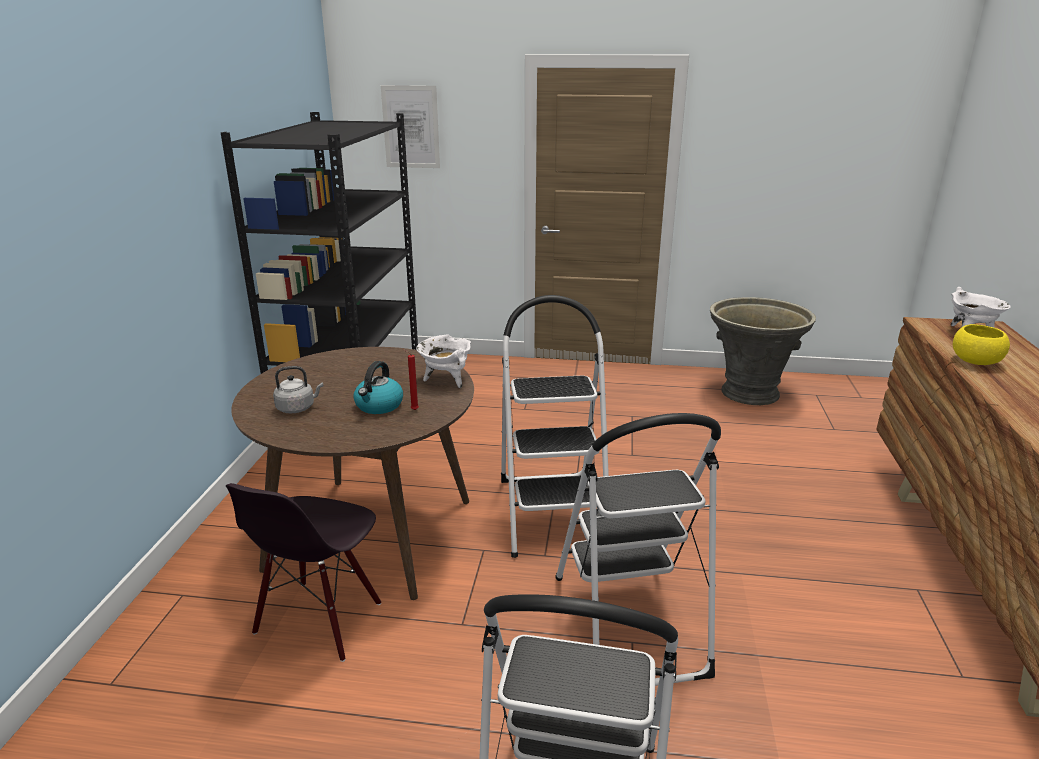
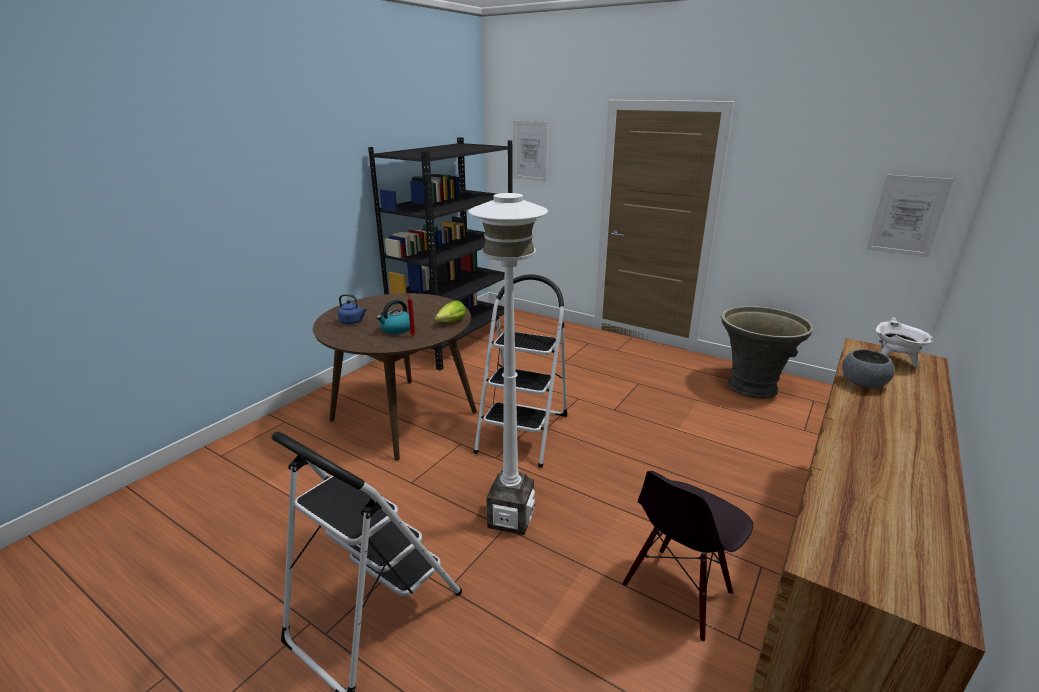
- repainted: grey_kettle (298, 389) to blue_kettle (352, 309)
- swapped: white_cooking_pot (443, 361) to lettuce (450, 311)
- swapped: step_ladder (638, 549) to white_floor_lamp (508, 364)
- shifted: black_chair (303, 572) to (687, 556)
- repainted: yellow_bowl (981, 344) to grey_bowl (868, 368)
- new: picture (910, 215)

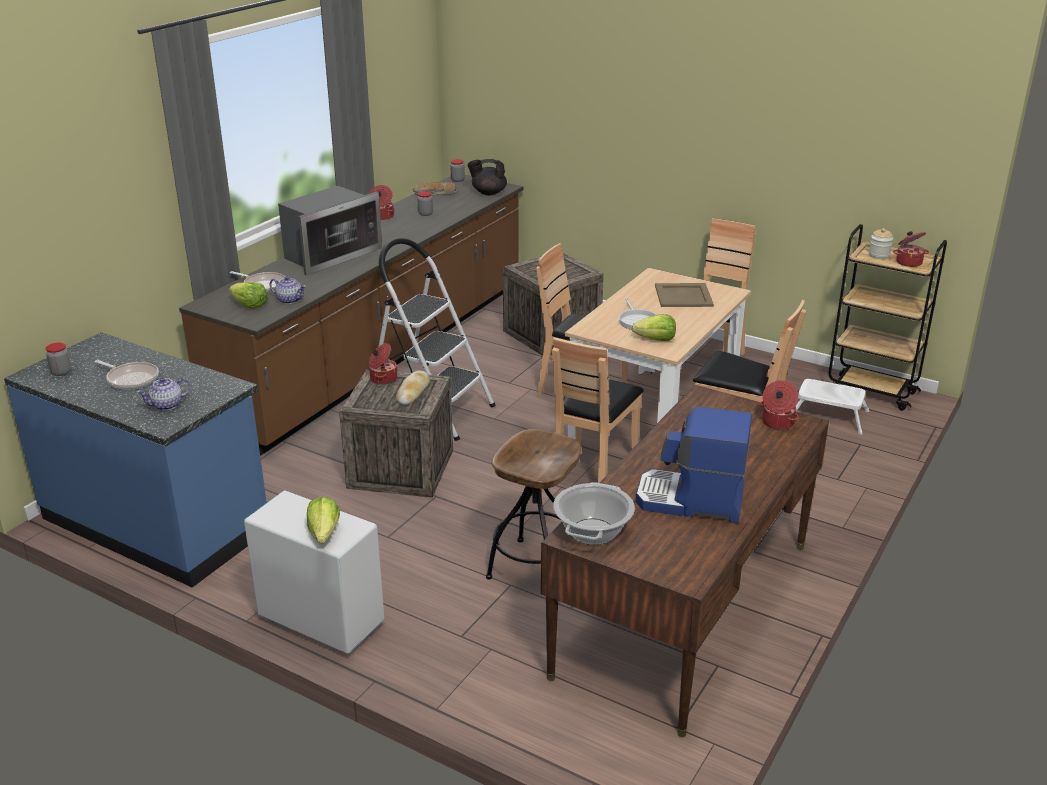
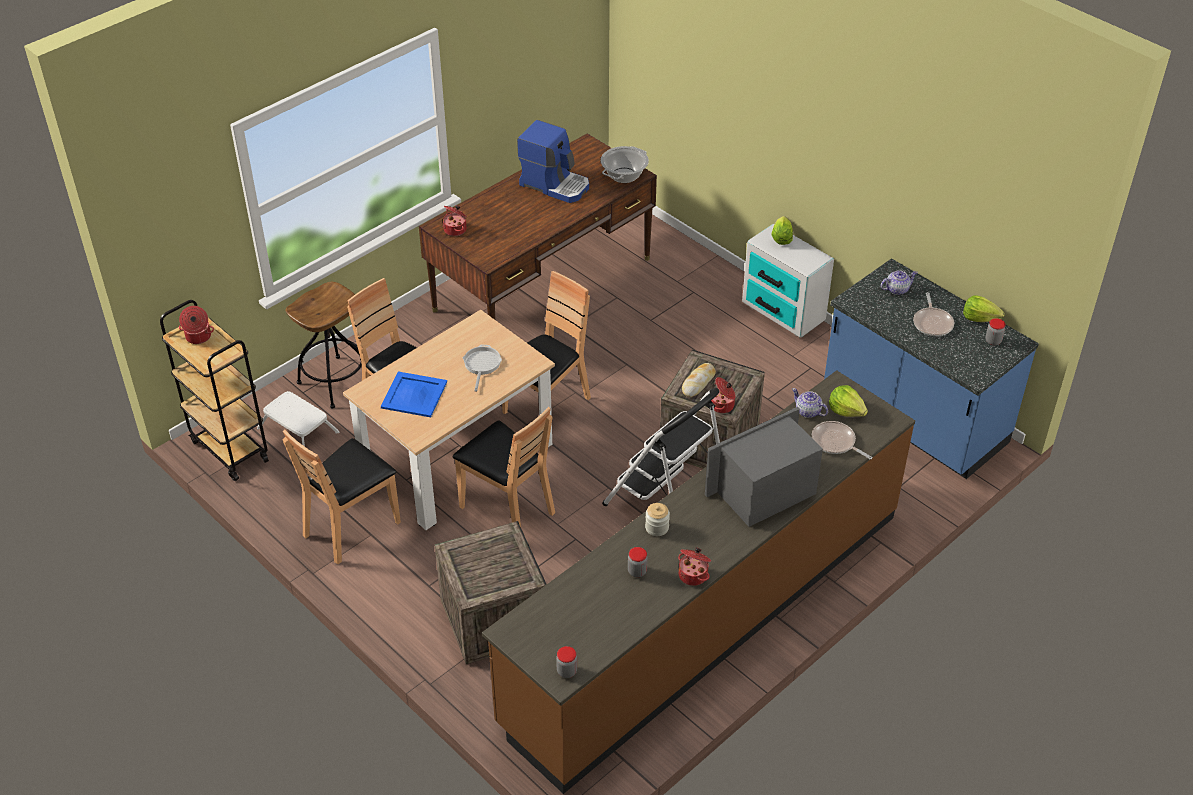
- shifted: brown_stool (533, 504) to (328, 345)
- repainted: beige_tray (684, 295) to blue_tray (414, 394)
- shifted: jar (881, 243) to (657, 519)
- rotated: frying_pan (126, 375) = (933, 314) 135 degrees counterclockwise
- shifted: lettuce (654, 327) to (983, 308)
- gone: bread (435, 189)
- gone: black_teapot (487, 177)

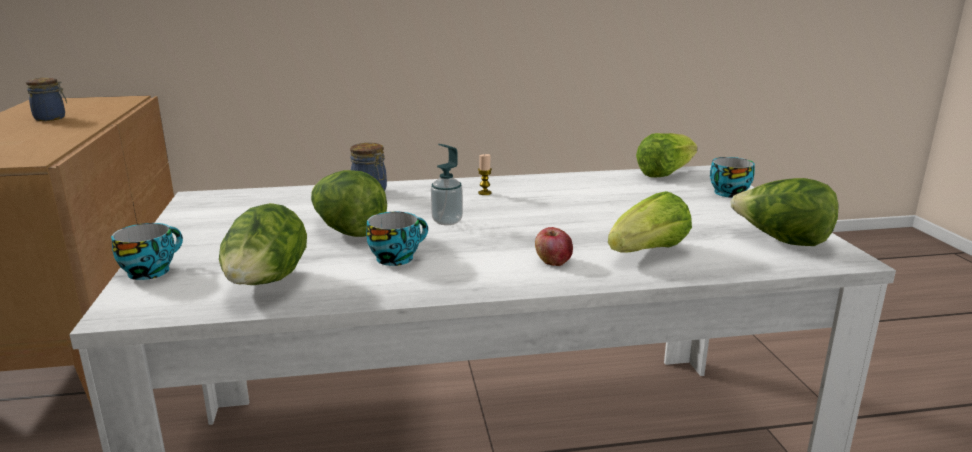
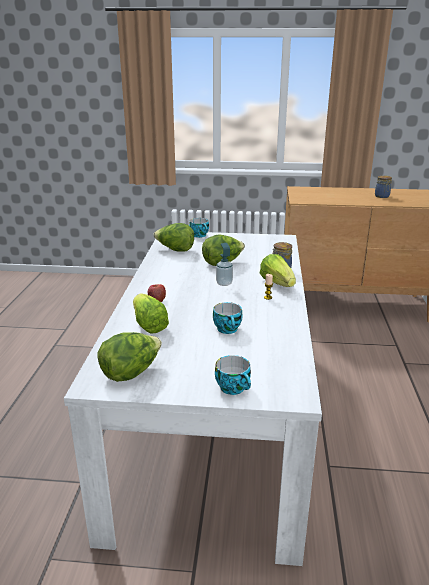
- shifted: cup (397, 239) to (228, 318)
- shifted: lettuce (666, 155) to (278, 270)

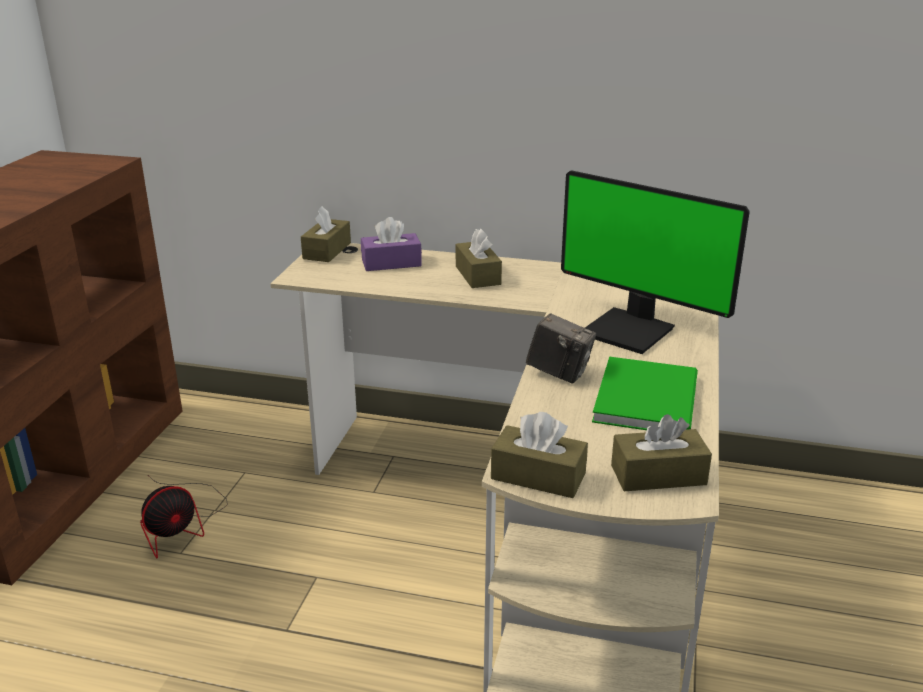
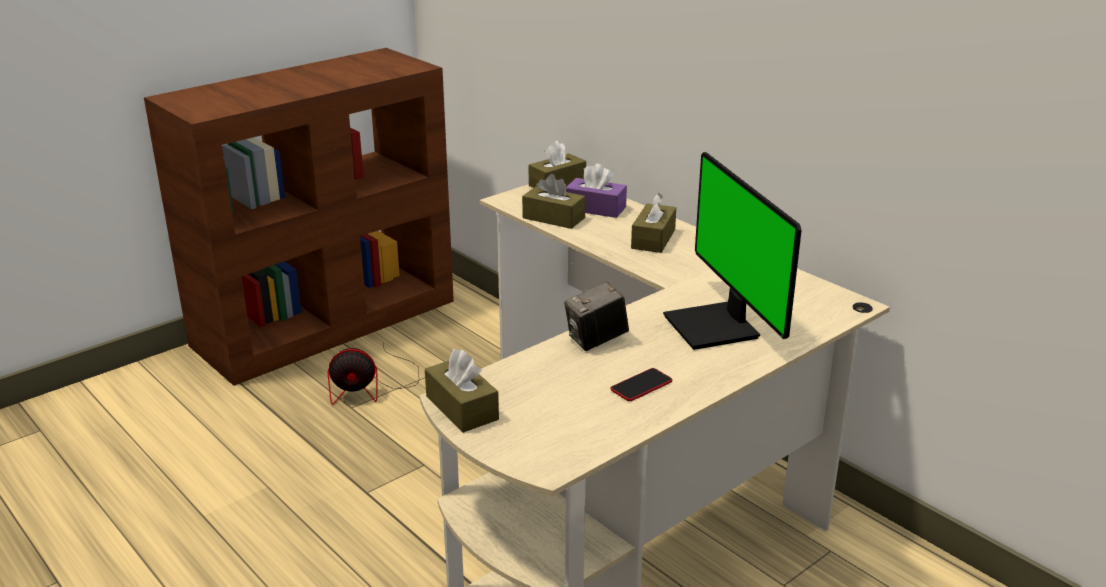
- shifted: brown_tissue_box (661, 452) to (553, 201)
- rotated: photo_camera (561, 348) = (596, 316) 90 degrees clockwise
- swapped: green_book (645, 393) to phone (641, 384)

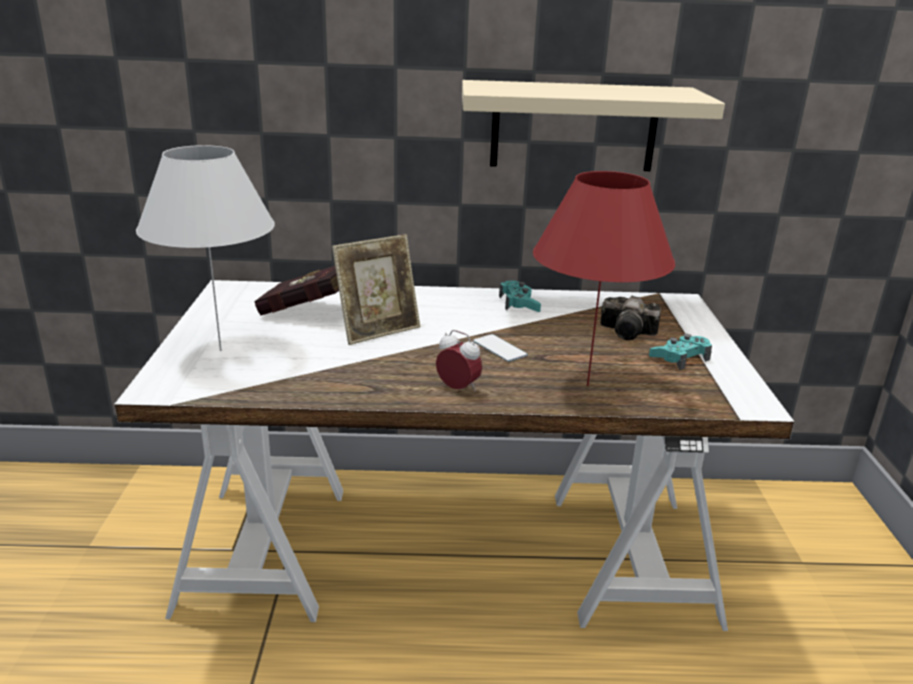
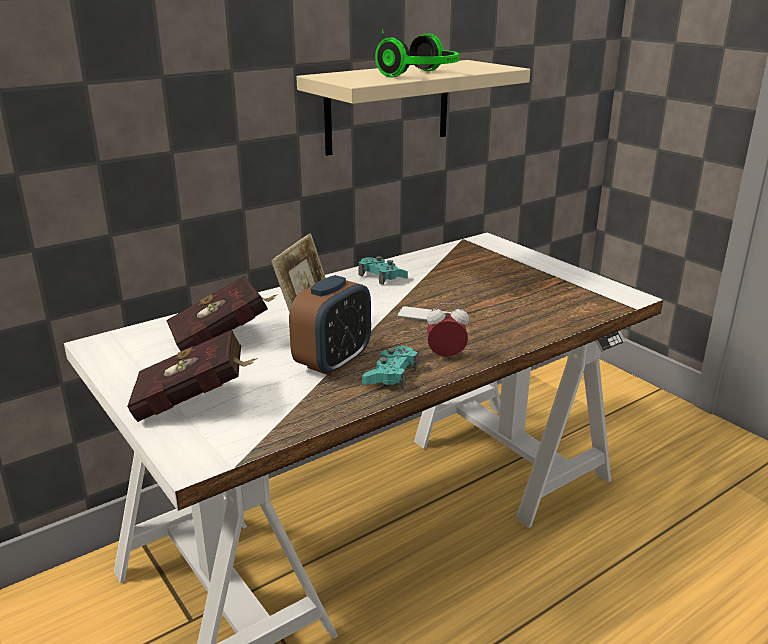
- swapped: white_table_lamp (205, 248) to red_book (192, 376)
- new: alarm_clock (330, 325)
- shifted: turquoise_game_controller (680, 352) to (390, 368)
- new: headphones (417, 53)
- gone: red_table_lamp (604, 278)
- gone: photo_camera (631, 317)

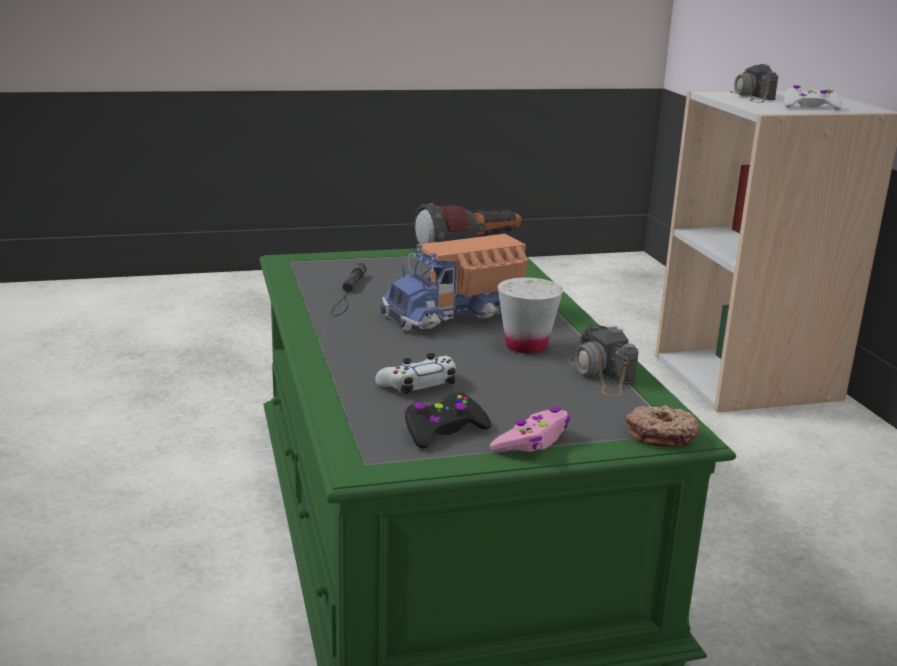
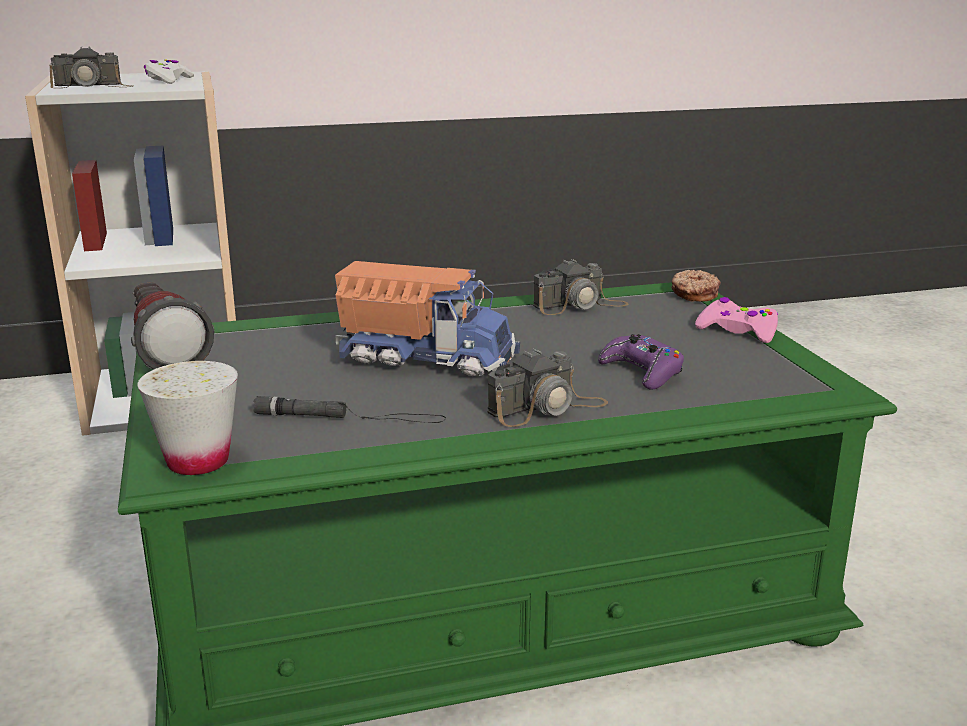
- shifted: white_cup (530, 315) to (187, 418)
- rotated: toy_truck (454, 282) = (427, 318) 45 degrees counterclockwise
- new: photo_camera (548, 387)
- repainted: white_game_controller (415, 373) to purple_game_controller (641, 362)
- gone: black_game_controller (447, 420)

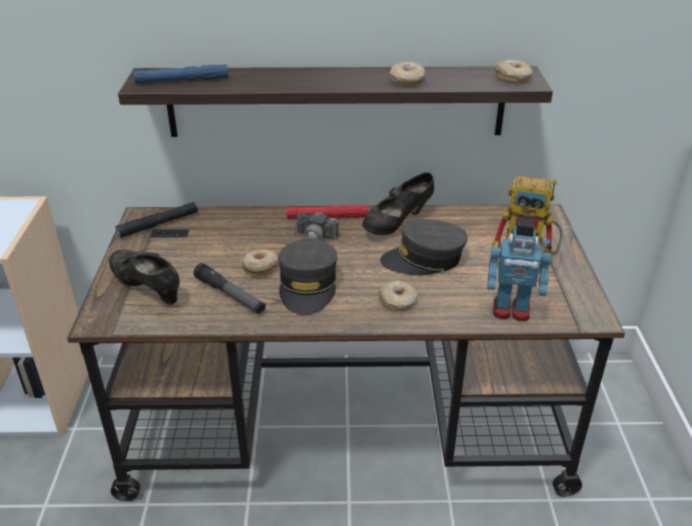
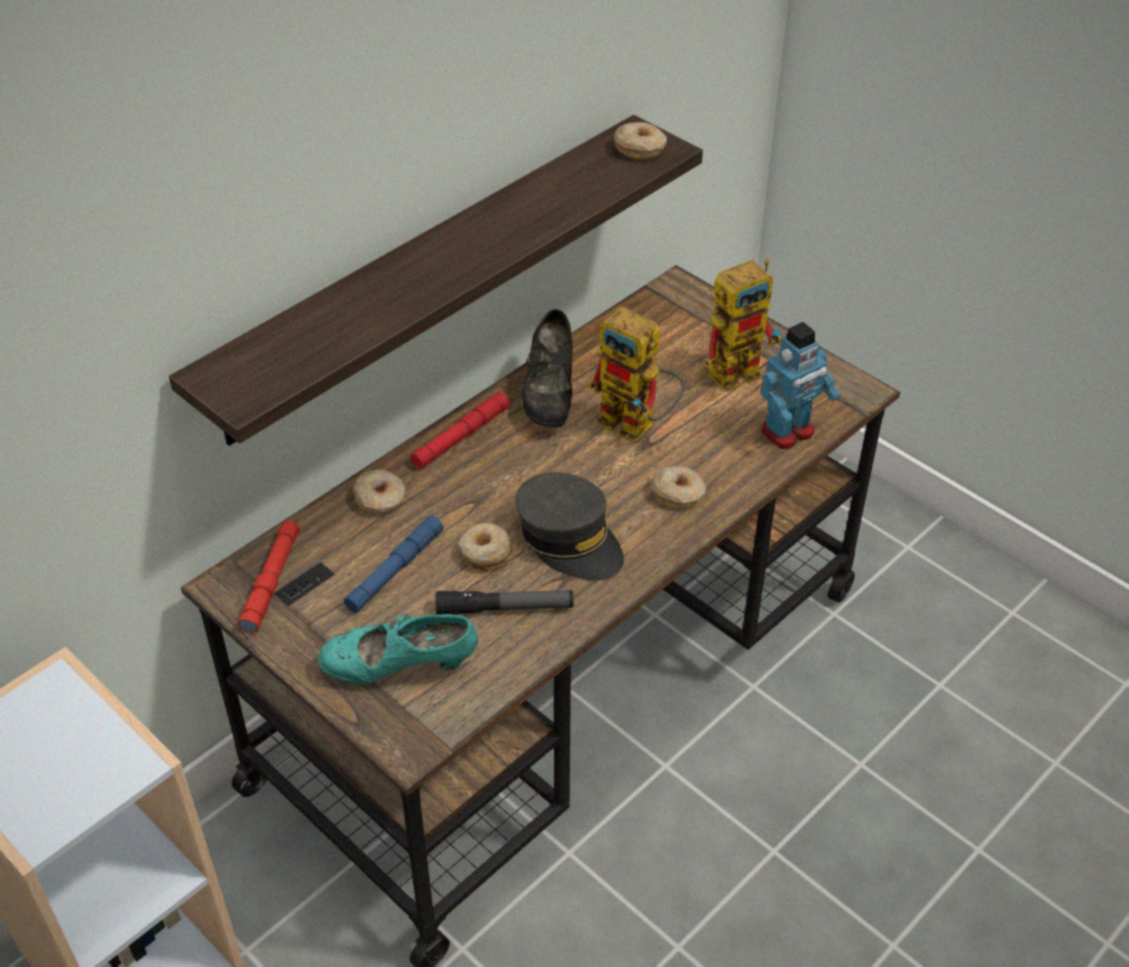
- repainted: black_flashlight (156, 220) to red_flashlight (269, 576)
- repainted: black_shoe (144, 277) to turquoise_shoe (398, 648)
- shifted: blue_flashlight (181, 74) to (393, 564)
- shifted: donut (408, 74) to (379, 491)
- swapped: grey_cap (424, 247) to toy_robot (636, 374)
- gone: photo_camera (317, 230)

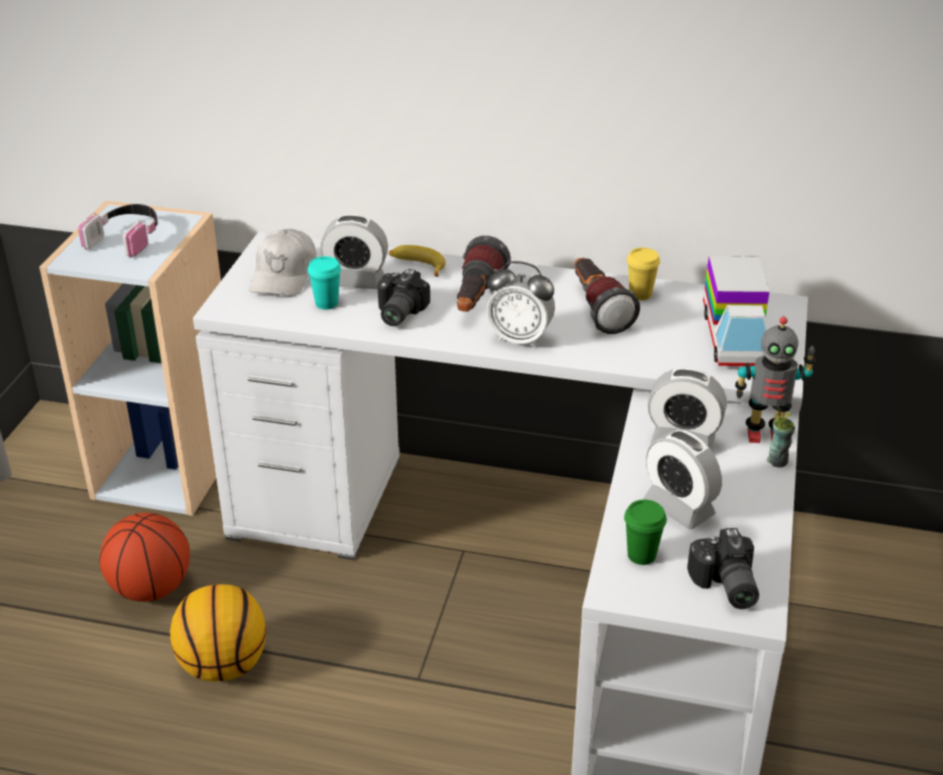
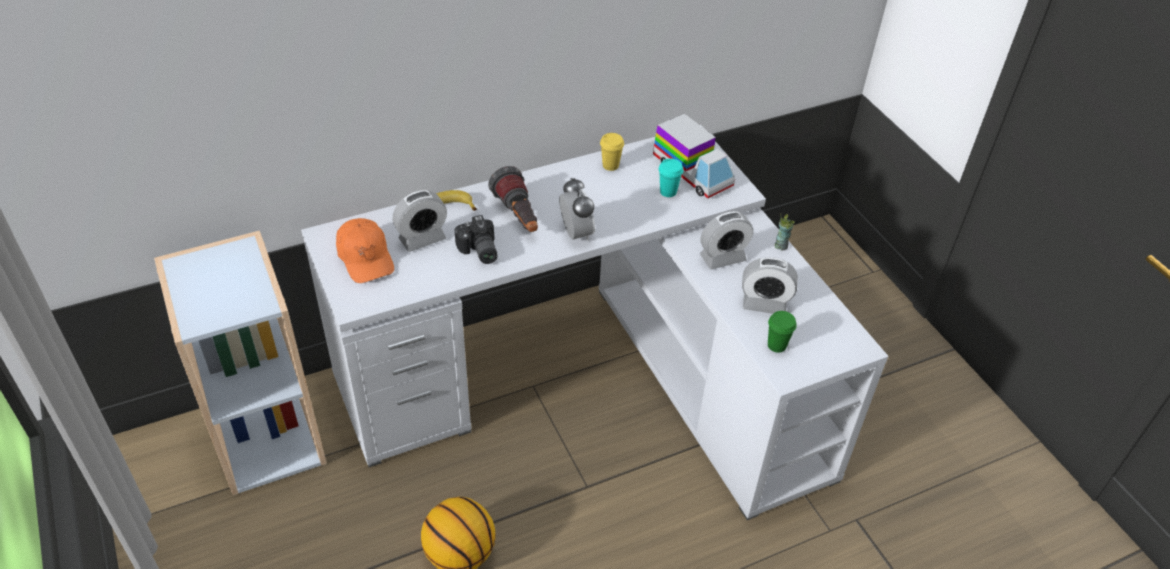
- repainted: white_cap (283, 263) to orange_cap (365, 250)
- rotated: alarm_clock (521, 304) = (577, 209) 90 degrees counterclockwise
- shifted: turquoise_cup (324, 283) to (671, 178)
- gone: headphones (118, 230)
- gone: basketball (144, 557)
- gone: flashlight (607, 296)
- gone: photo_camera (723, 568)
- gone: toy_robot (775, 380)

